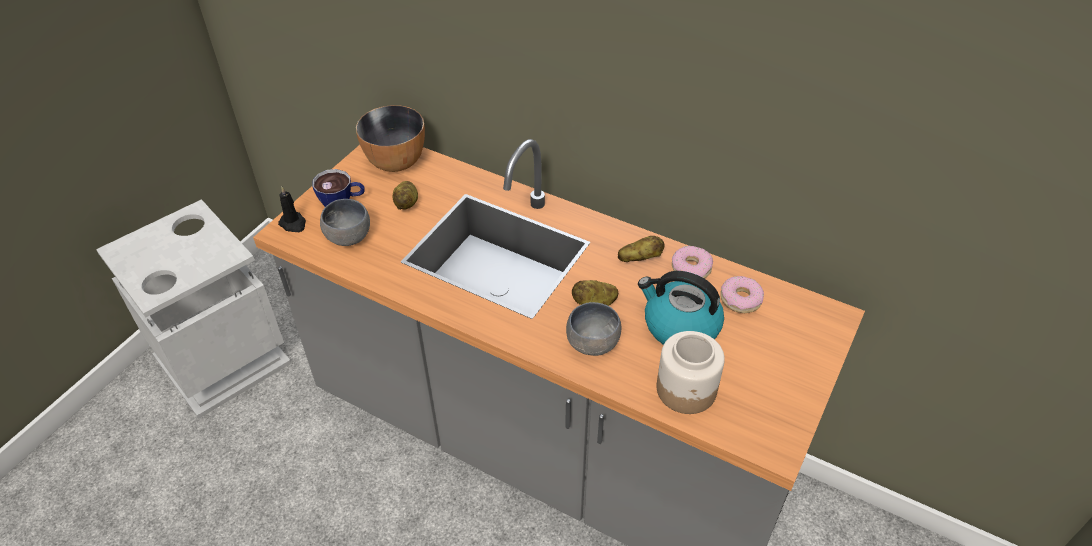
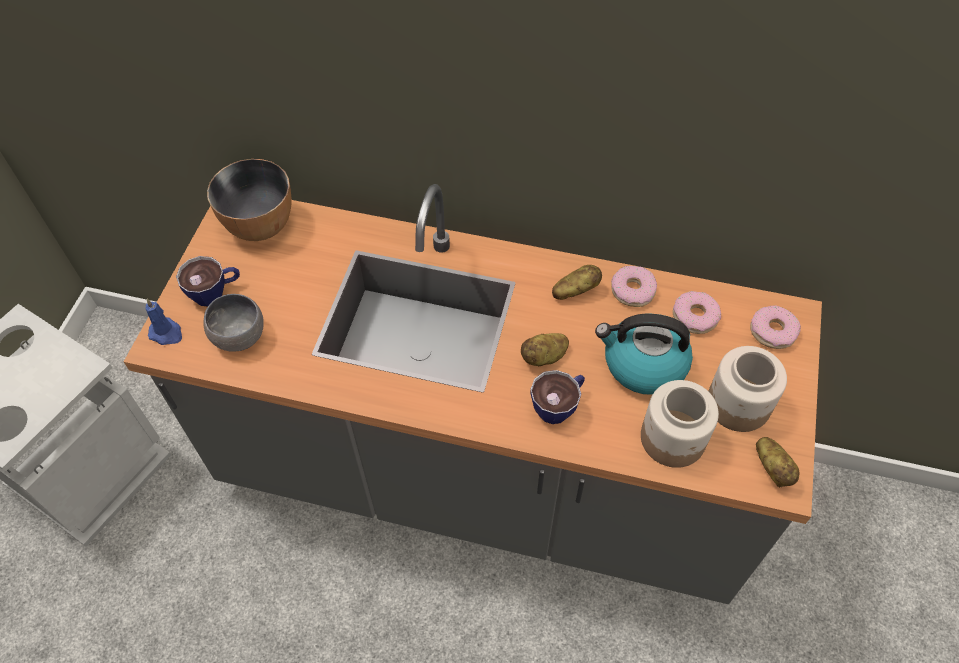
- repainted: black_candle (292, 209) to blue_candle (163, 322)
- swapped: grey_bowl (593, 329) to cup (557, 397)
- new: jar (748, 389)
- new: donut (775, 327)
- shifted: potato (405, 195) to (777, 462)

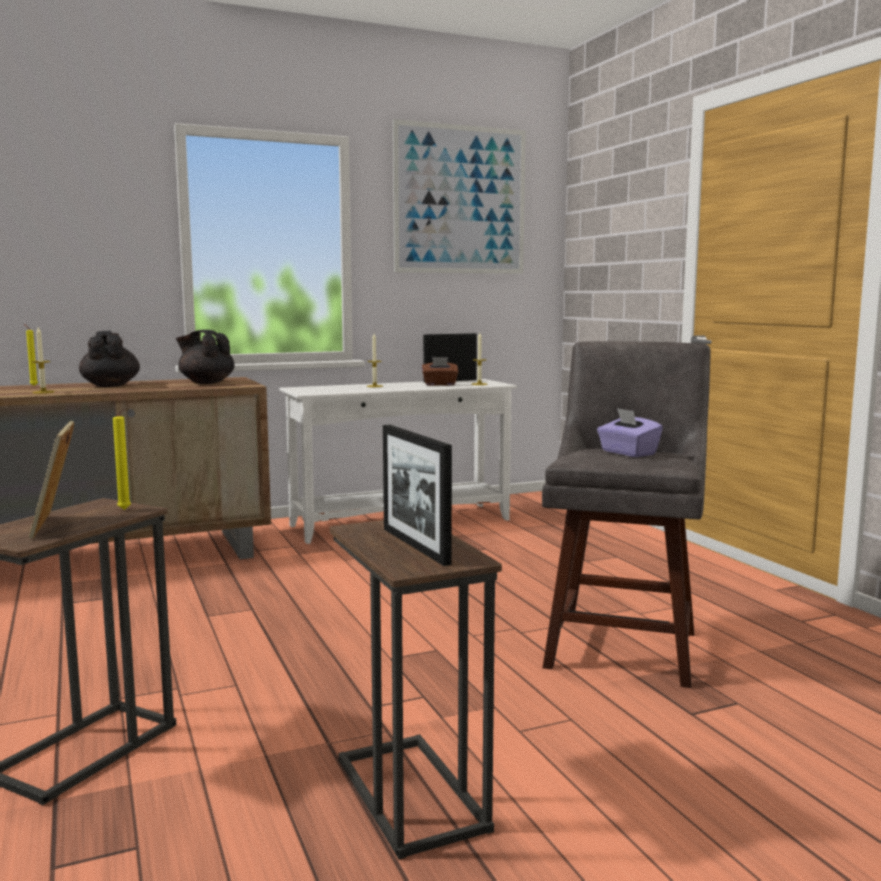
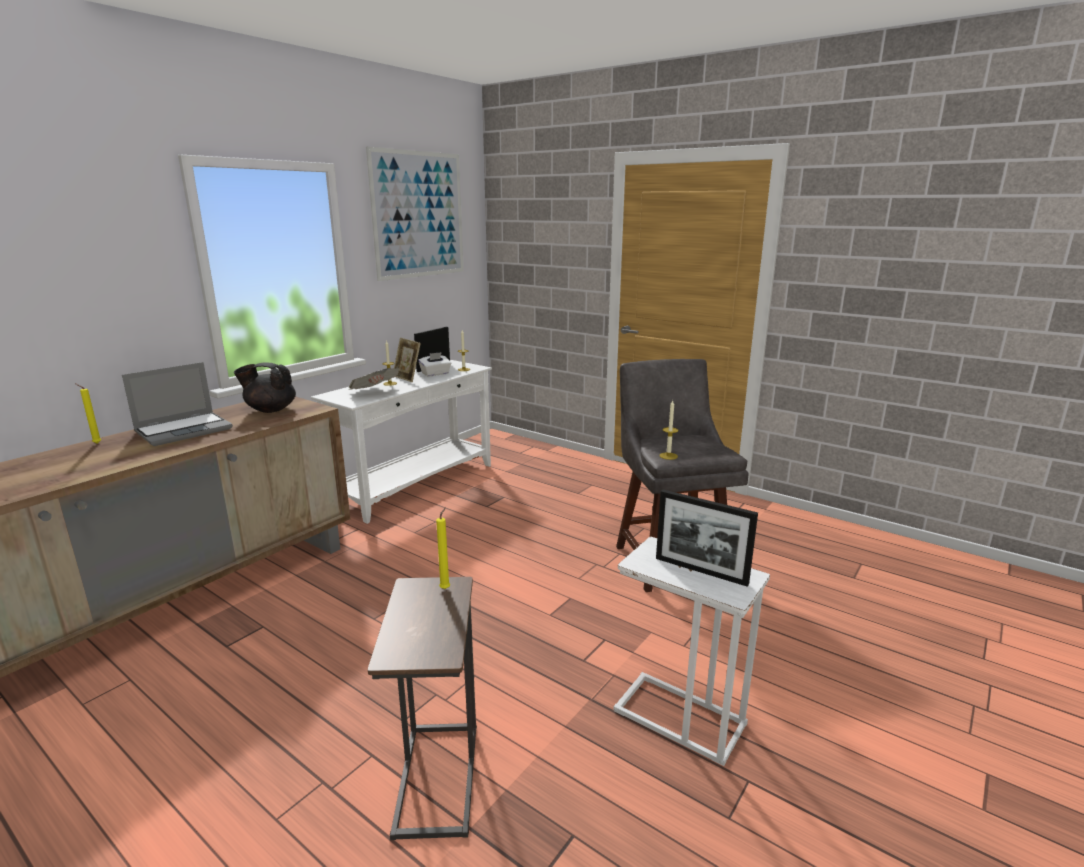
- swapped: black_teapot (109, 359) to laptop (177, 404)
- new: newspaper (374, 379)
- shifted: picture_frame (51, 480) to (407, 360)
- repainted: brown_tissue_box (440, 371) to white_tissue_box (434, 364)
- repainted: brown_side_table (416, 690) to white_side_table (691, 651)
- shifted: candle (43, 360) to (669, 430)
- gone: purple_tissue_box (630, 432)

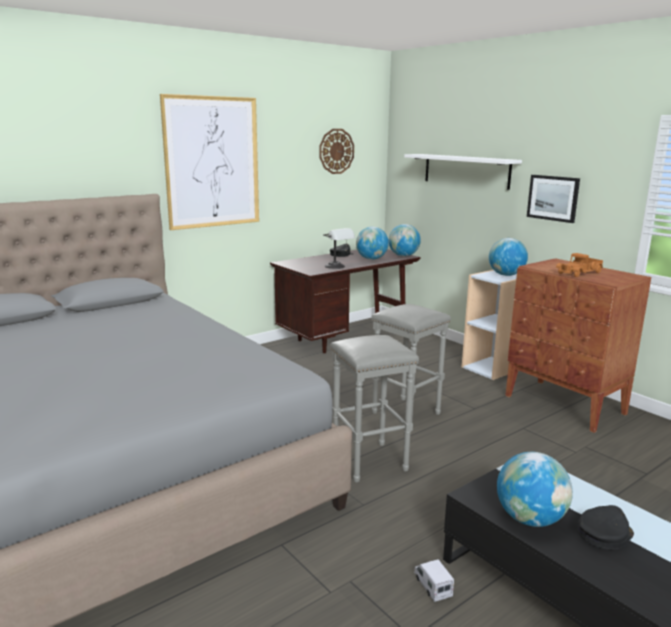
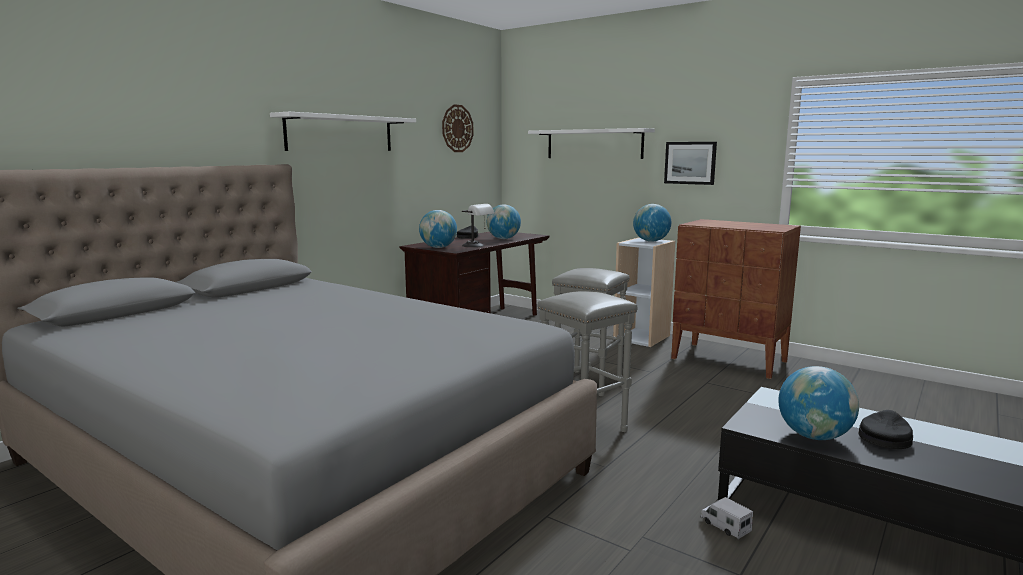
- swapped: picture (209, 162) to white_shelf (343, 131)
- shifted: globe (405, 240) to (438, 229)
- gone: toy_truck (579, 265)

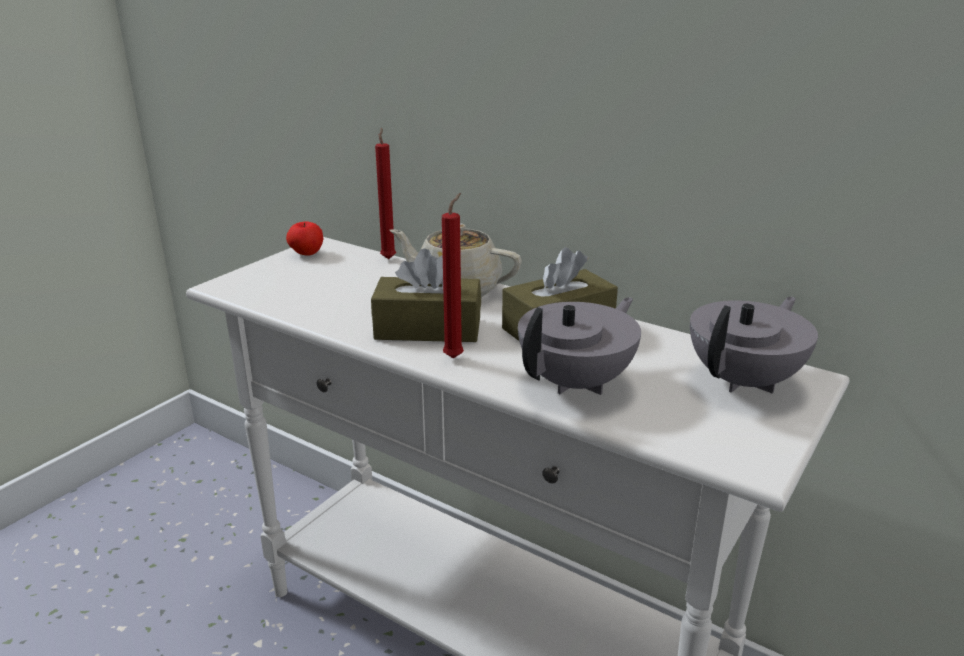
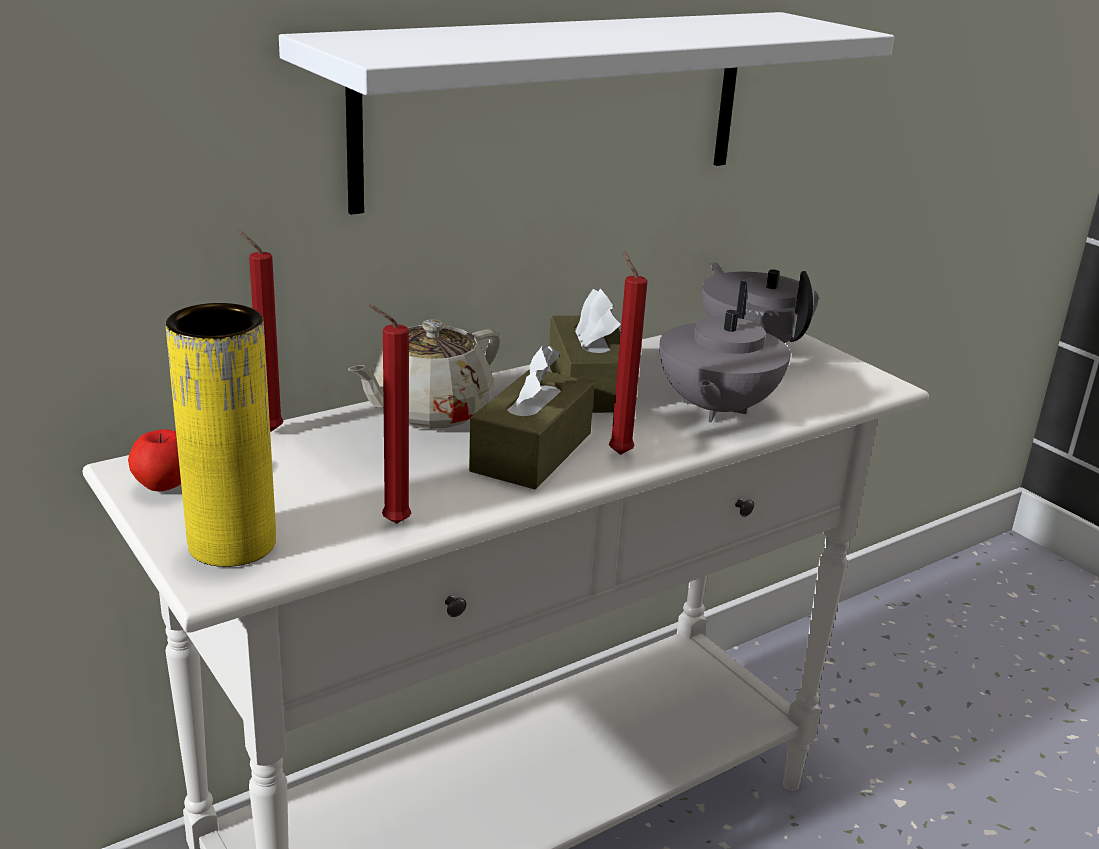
- new: yellow_vase (221, 435)
- new: white_shelf (586, 113)
- new: red_candle (389, 414)
- rotated: grey_teapot (579, 346) = (725, 352) 135 degrees counterclockwise

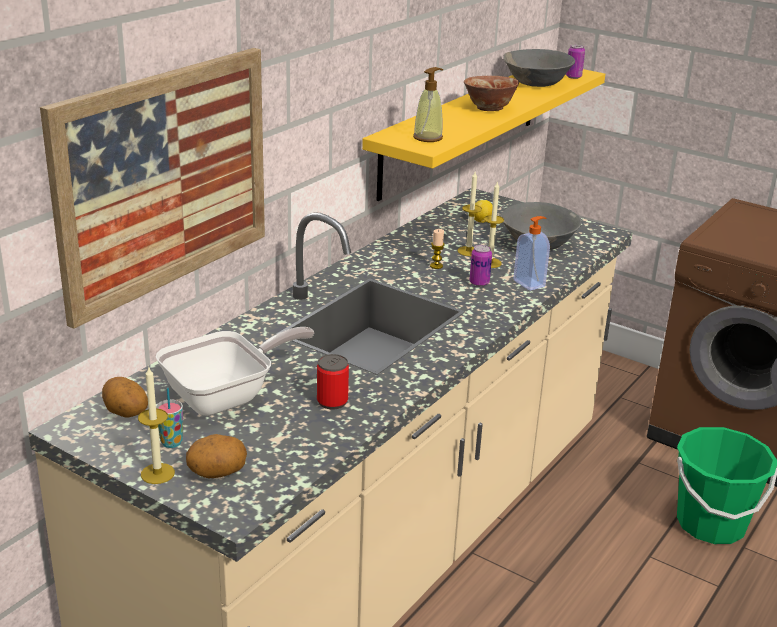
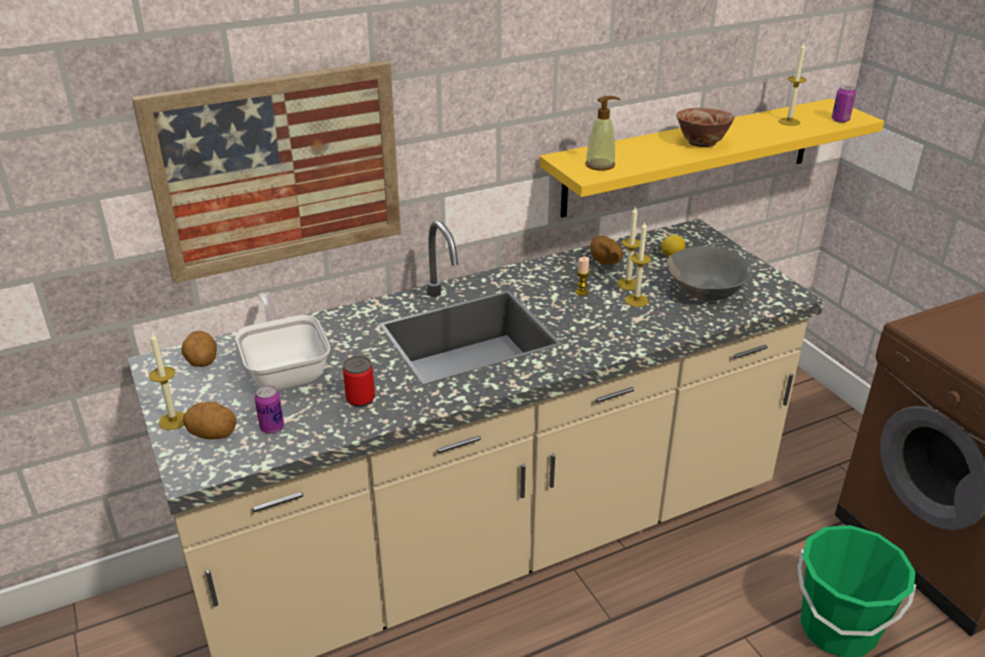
- rotated: frying_pan (235, 371) = (283, 341) 105 degrees counterclockwise
- shifted: can (481, 265) to (269, 409)
- new: potato (606, 250)
- swapped: grey_bowl (539, 68) to candle (792, 84)
- gone: cup (169, 418)
- gone: soap_dispenser (531, 253)

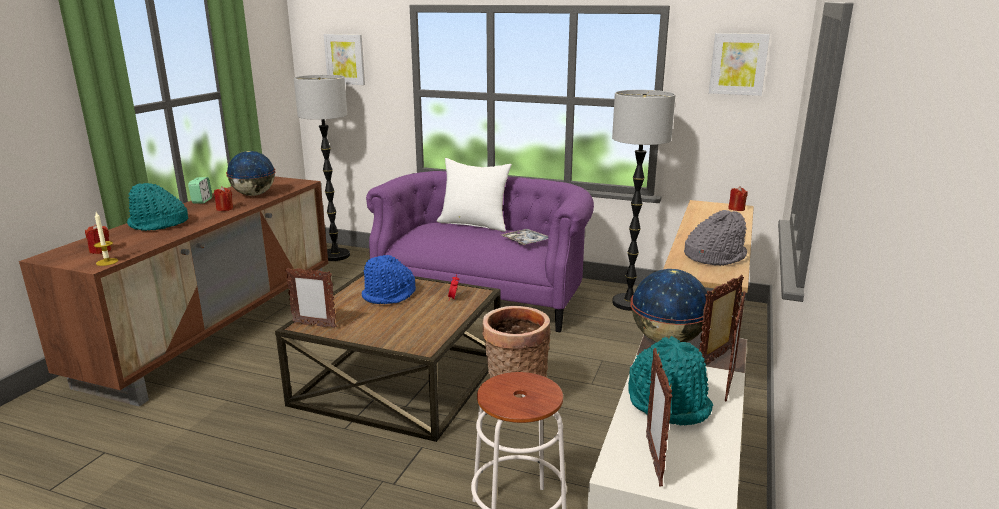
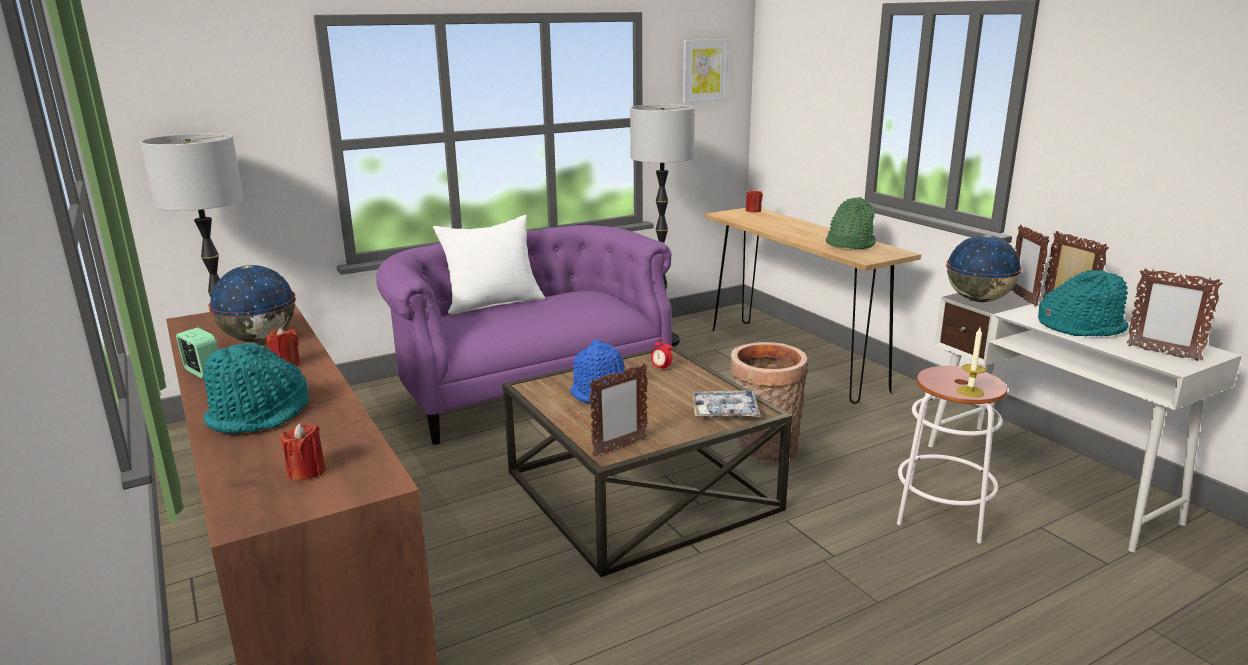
- shifted: tray (525, 237) to (726, 405)
- repainted: grey_hat (715, 238) to green_hat (851, 223)
- shifted: candle (106, 239) to (971, 362)
- gone: picture (344, 59)

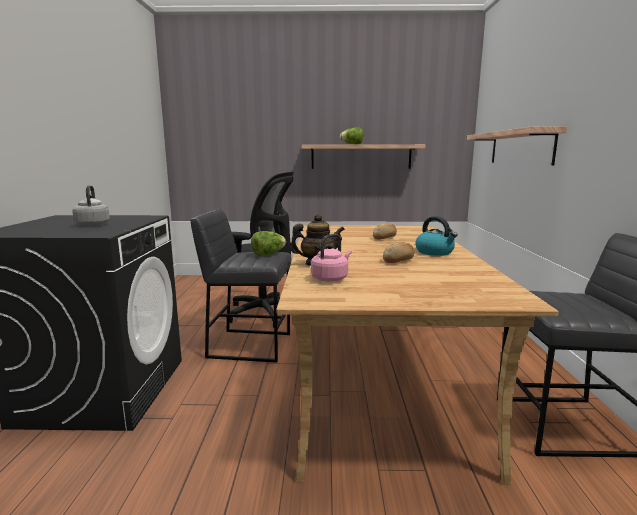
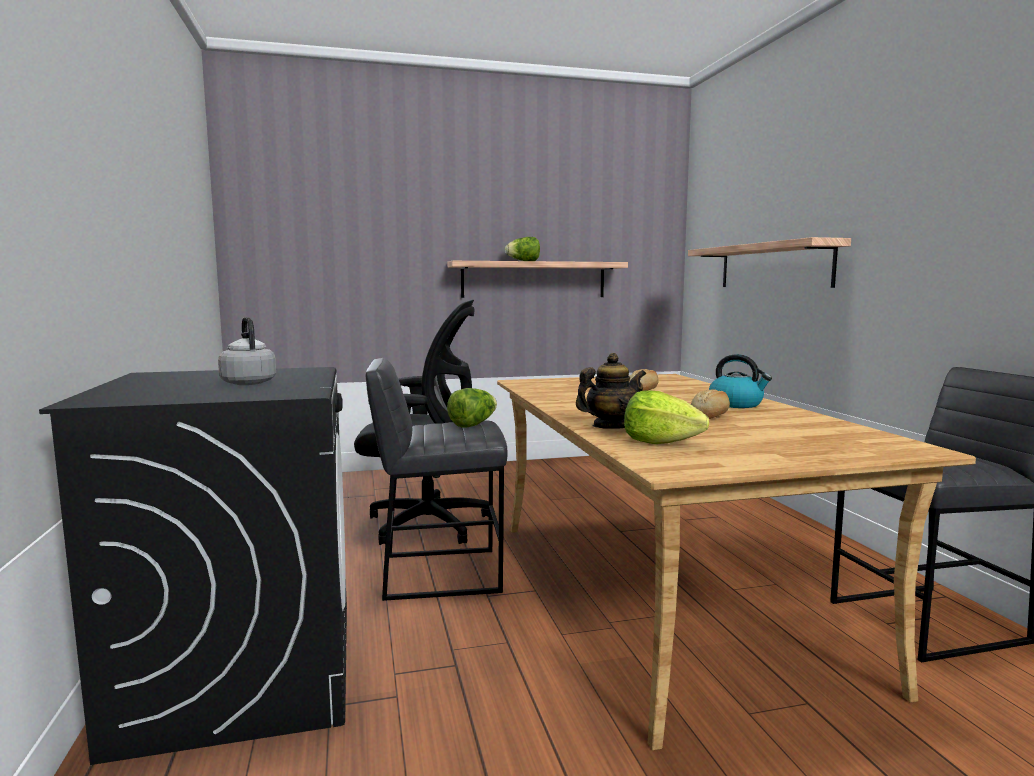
- swapped: pink_kettle (331, 258) to lettuce (666, 417)

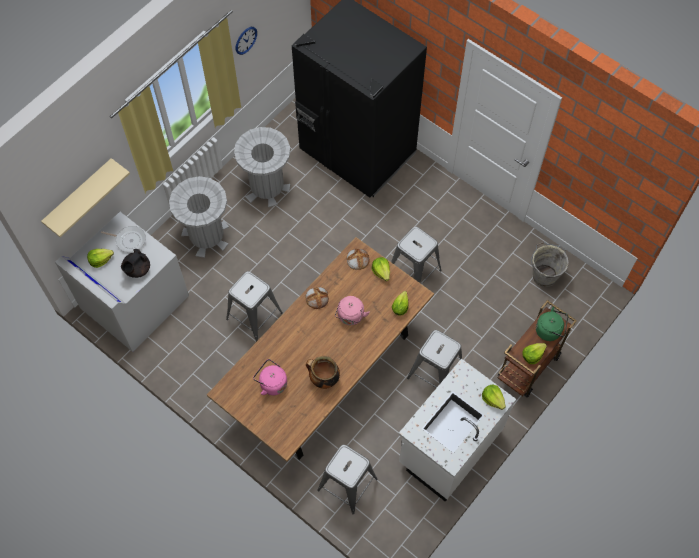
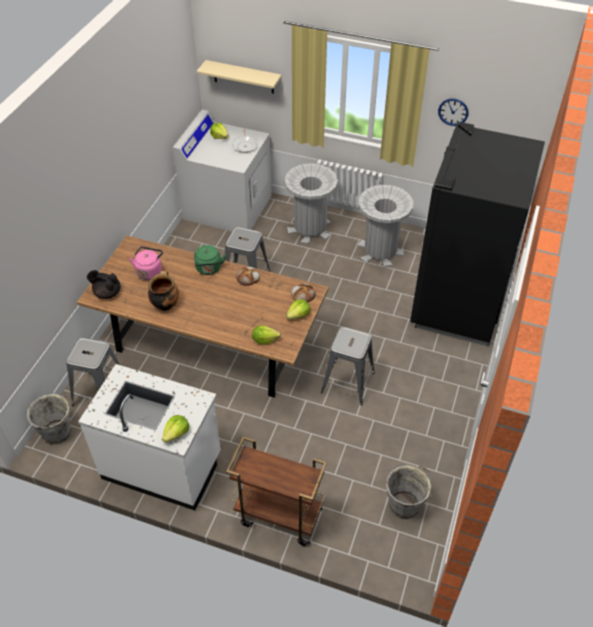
- new: grey_bucket (50, 419)
- shifted: black_teapot (135, 263) to (103, 284)
- shifted: green_kettle (552, 324) to (210, 260)
- gone: pink_kettle (352, 310)
- gone: grey_stool (434, 359)
- gone: lettuce (534, 353)

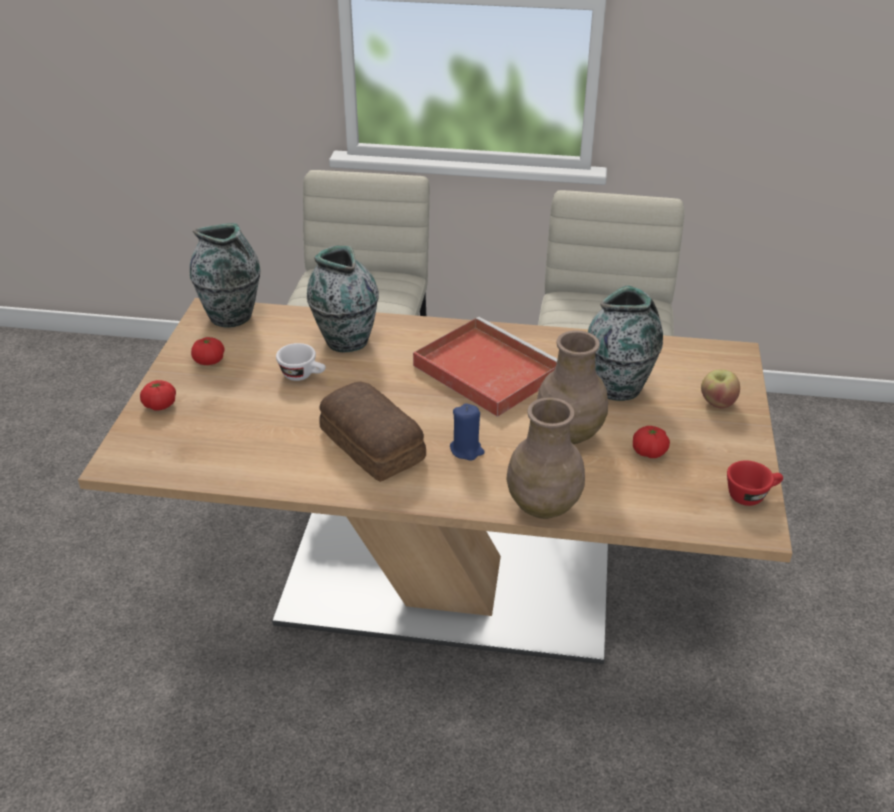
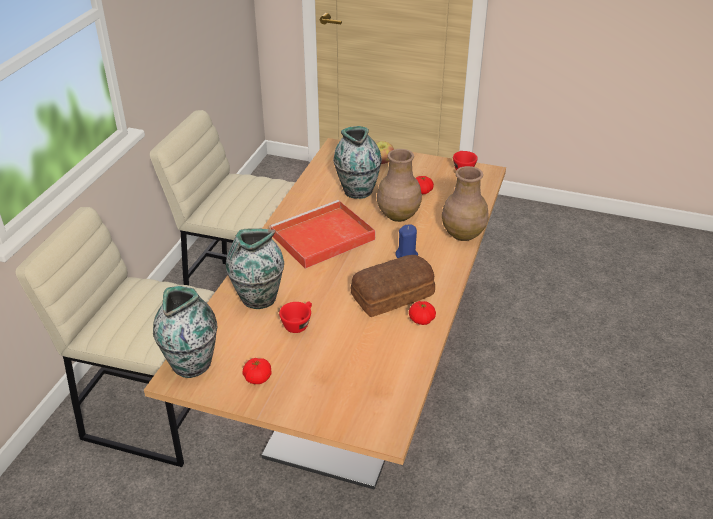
- repainted: white_cup (301, 362) to red_cup (295, 317)
- shifted: tomato (158, 395) to (422, 313)

